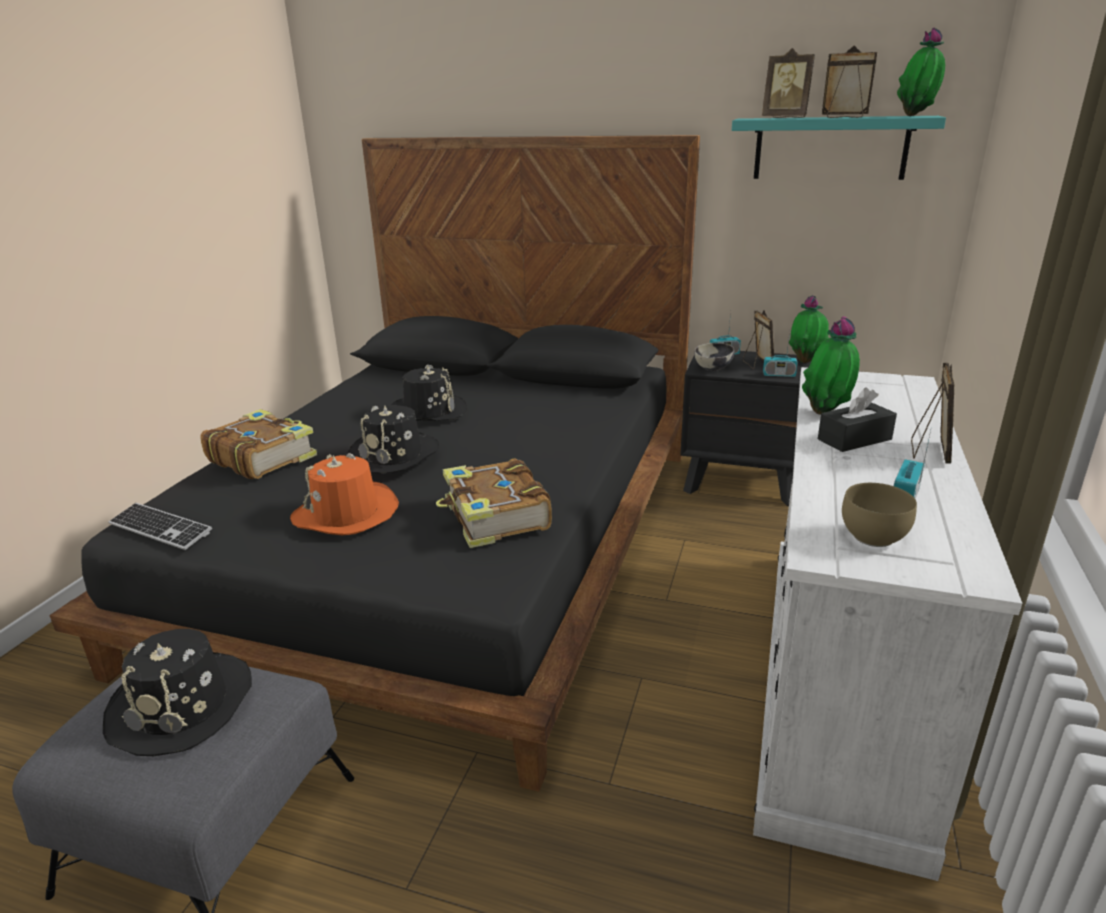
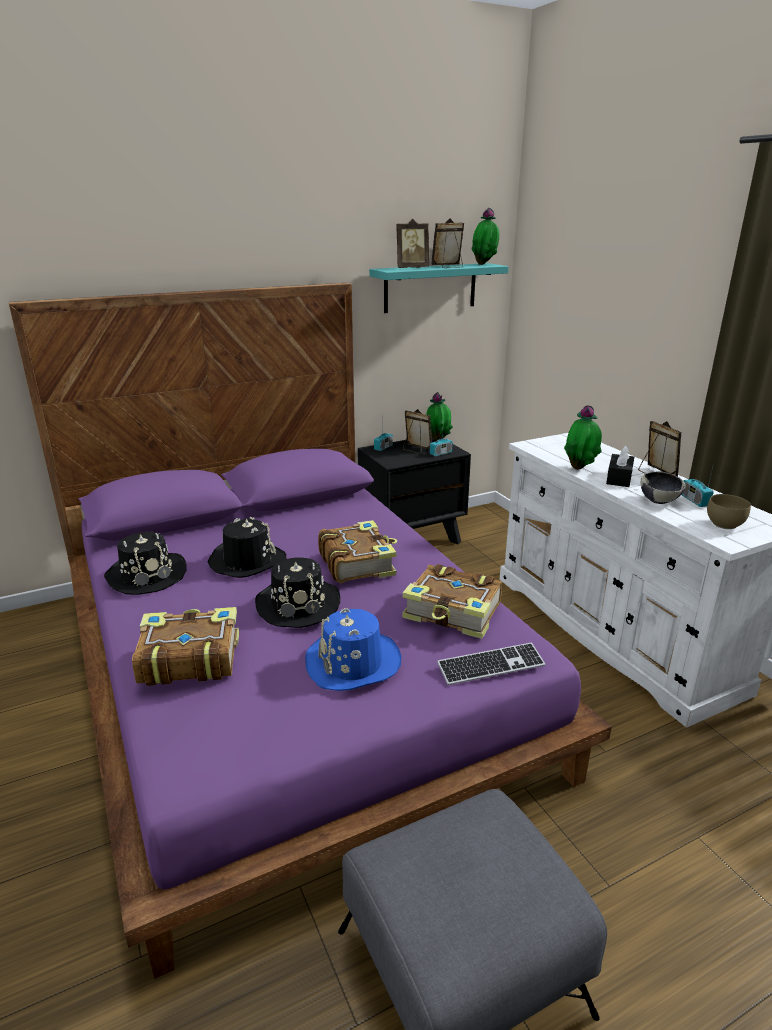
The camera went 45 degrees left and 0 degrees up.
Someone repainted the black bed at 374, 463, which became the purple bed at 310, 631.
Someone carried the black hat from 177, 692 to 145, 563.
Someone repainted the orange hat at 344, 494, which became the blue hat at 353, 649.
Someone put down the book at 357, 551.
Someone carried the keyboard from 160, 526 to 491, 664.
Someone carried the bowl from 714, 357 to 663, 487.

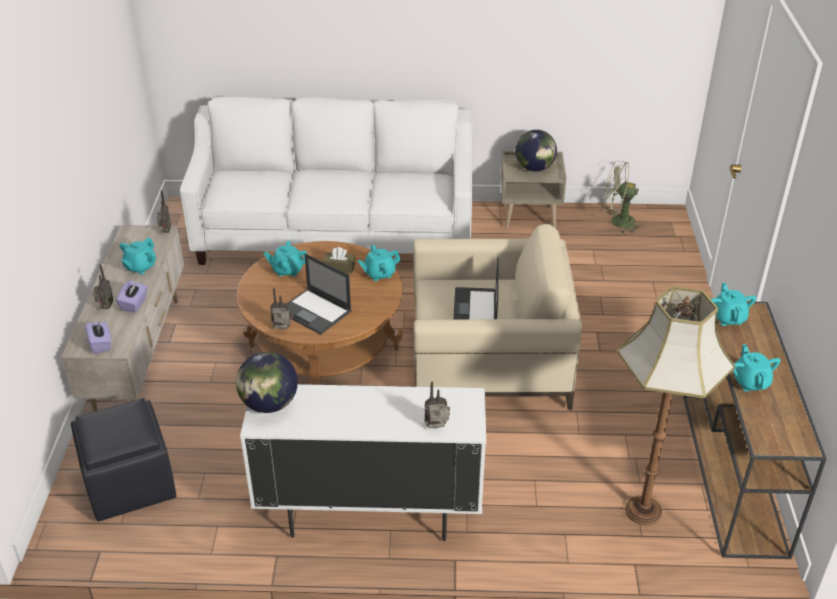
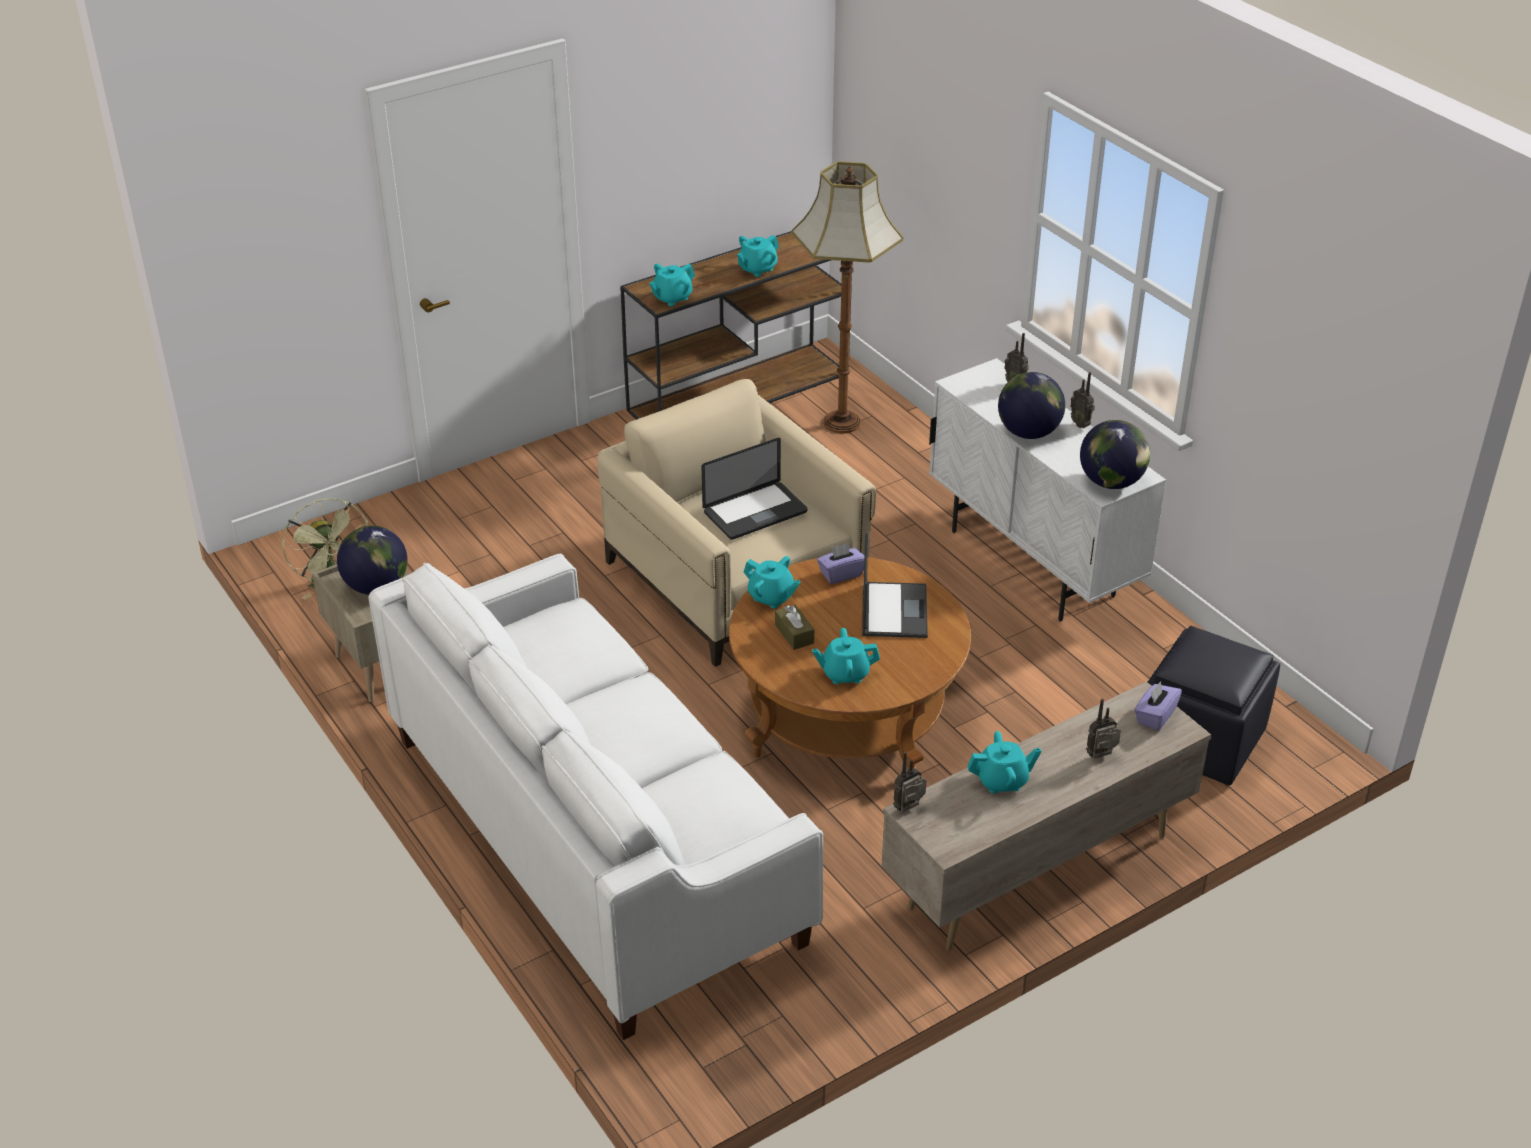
The camera went 125 degrees left and 0 degrees up.
Someone rotated the turquoise teapot at 285, 258 by 120 degrees clockwise.
Someone carried the purple tissue box from 132, 296 to 841, 563.
Someone put down the globe at 1031, 405.
Someone carried the radio from 281, 309 to 1082, 400.

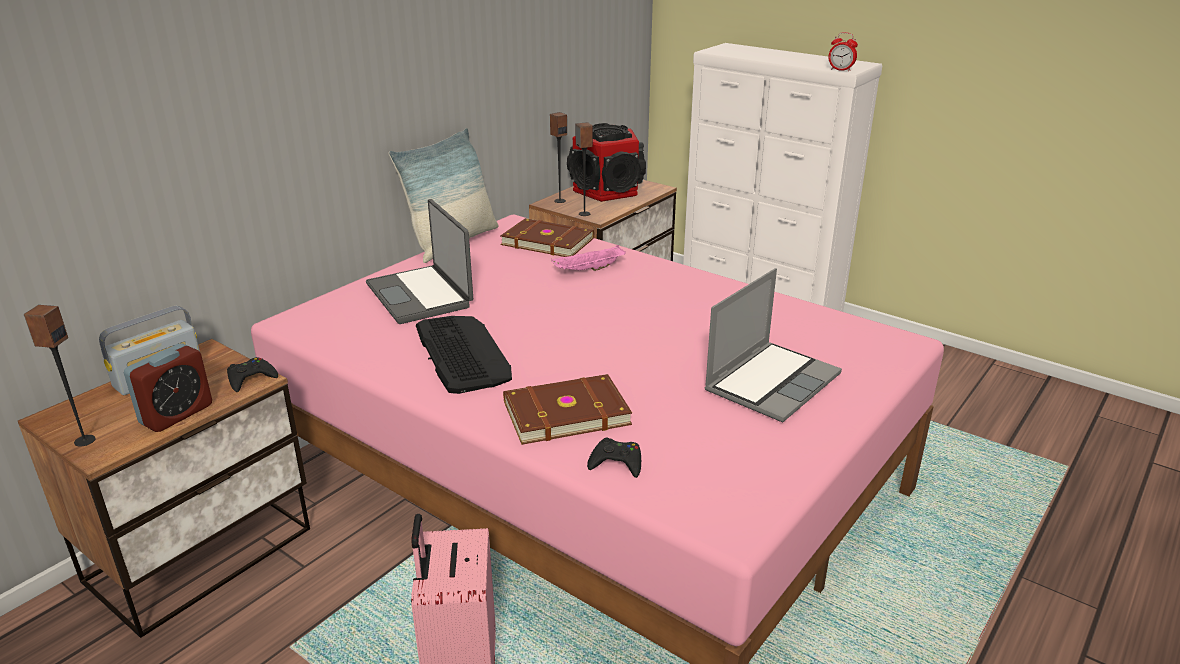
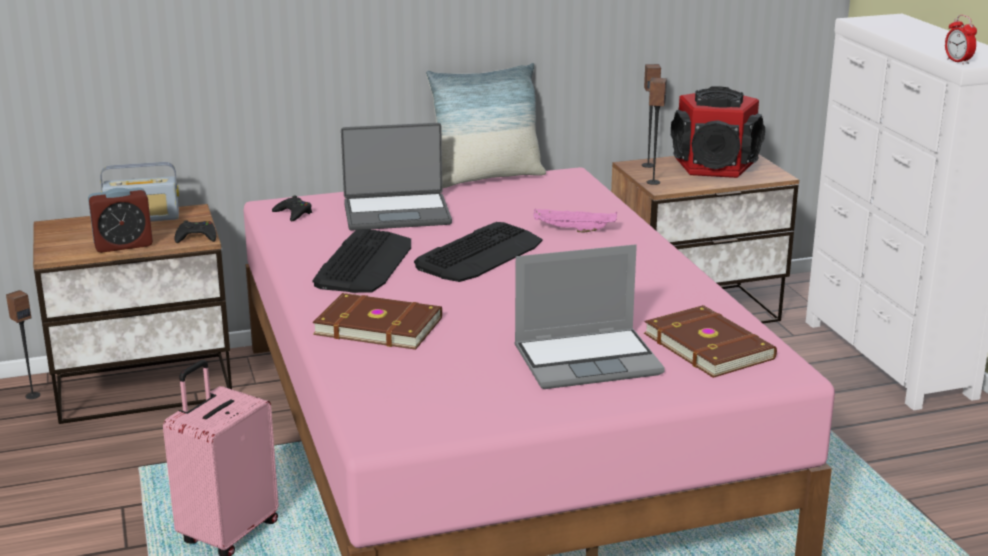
The camera went 35 degrees right and 5 degrees down.
Someone carried the speaker from 60, 376 to 23, 344.
Someone carried the black game controller from 614, 457 to 292, 208.
Someone rotated the laptop at 419, 261 by 105 degrees counterclockwise.
Someone put down the keyboard at 478, 252.
Someone carried the brown book from 547, 237 to 710, 341.

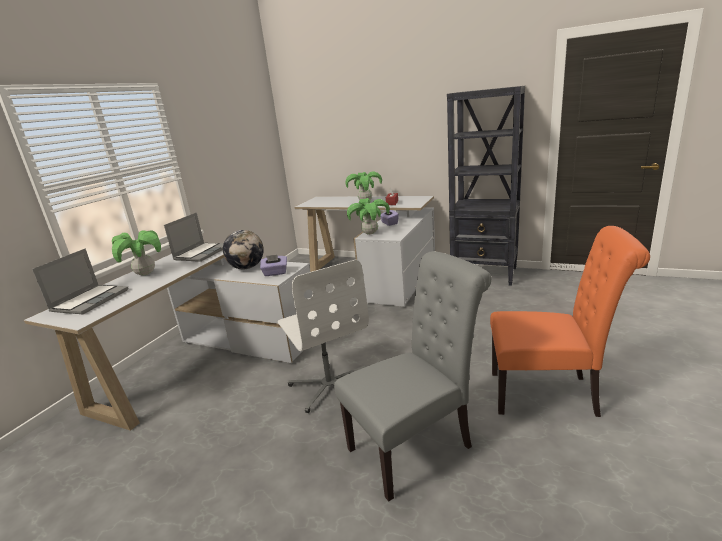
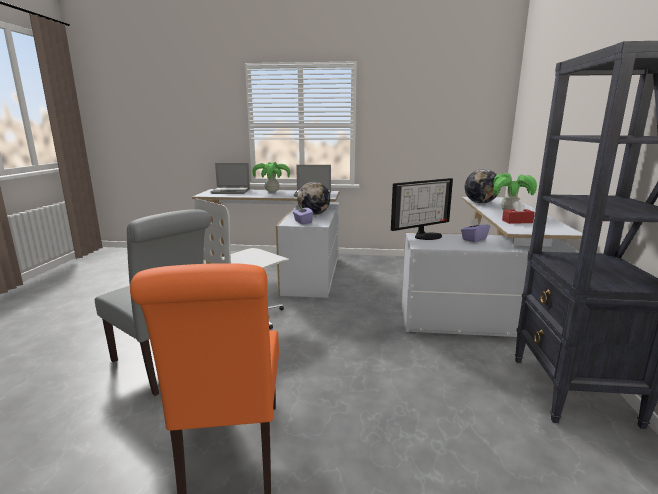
The camera went 70 degrees right and 5 degrees down.
Someone swapped the potted plant at 368, 216 for the monitor at 422, 209.
Someone put down the globe at 482, 186.

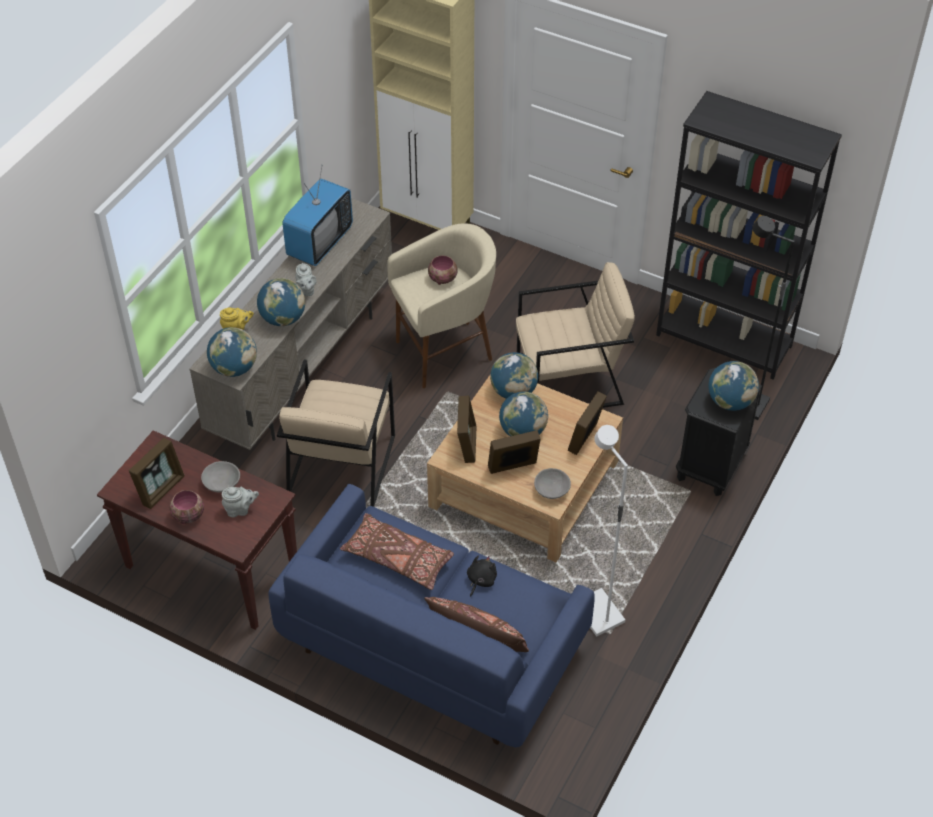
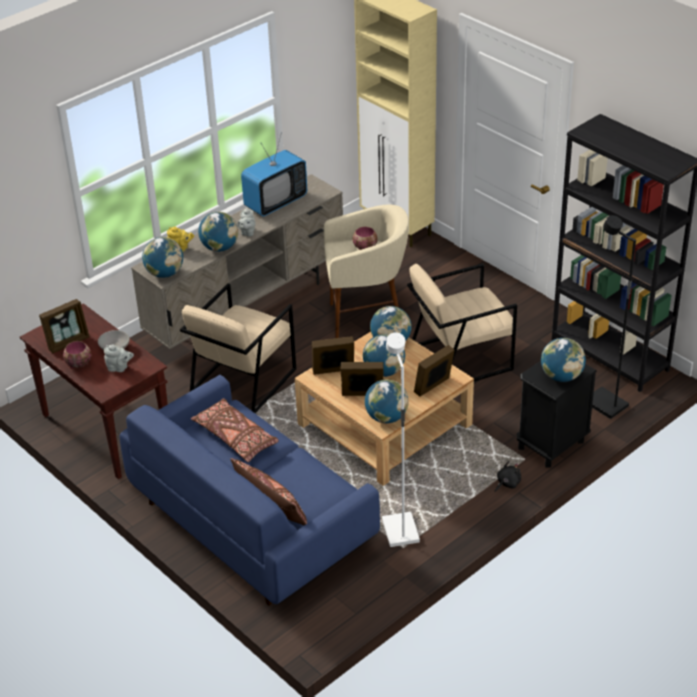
The camera went 20 degrees right and 10 degrees down.
Someone rotated the picture frame at 467, 429 by 120 degrees counterclockwise.
Someone swapped the grey bowl at 552, 483 for the globe at 387, 401.
Someone rotated the beige armchair at 575, 335 by 150 degrees clockwise.
Someone carried the black plush toy from 482, 576 to 507, 476.

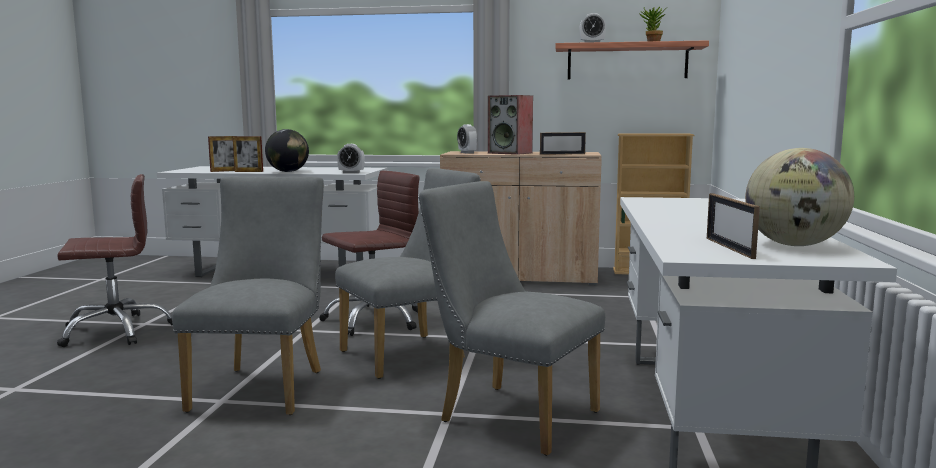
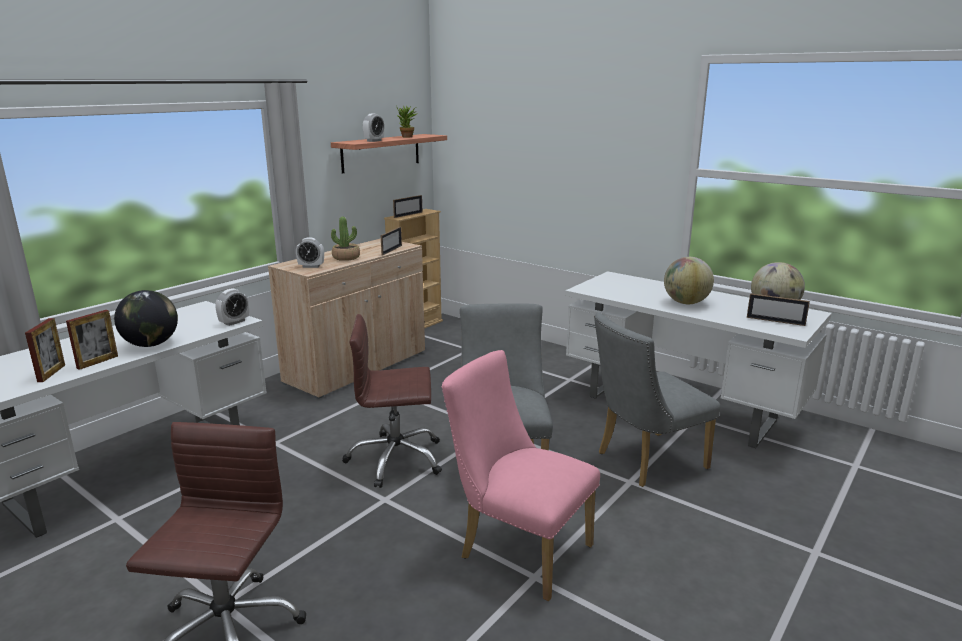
The camera went 60 degrees left and 10 degrees up.
Someone swapped the speaker at 510, 125 for the potted plant at 345, 239.
Someone rotated the brown office chair at 369, 253 by 90 degrees counterclockwise.
Someone put down the picture frame at 408, 206.
Someone repainted the grey chair at 248, 295, which became the pink chair at 521, 475.
Someone put down the globe at 689, 280.

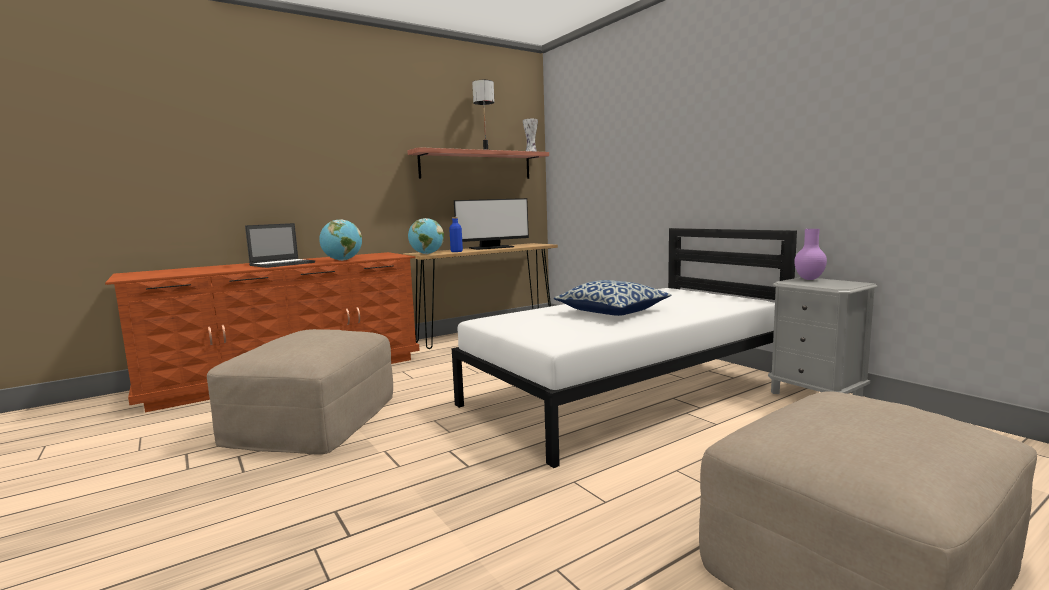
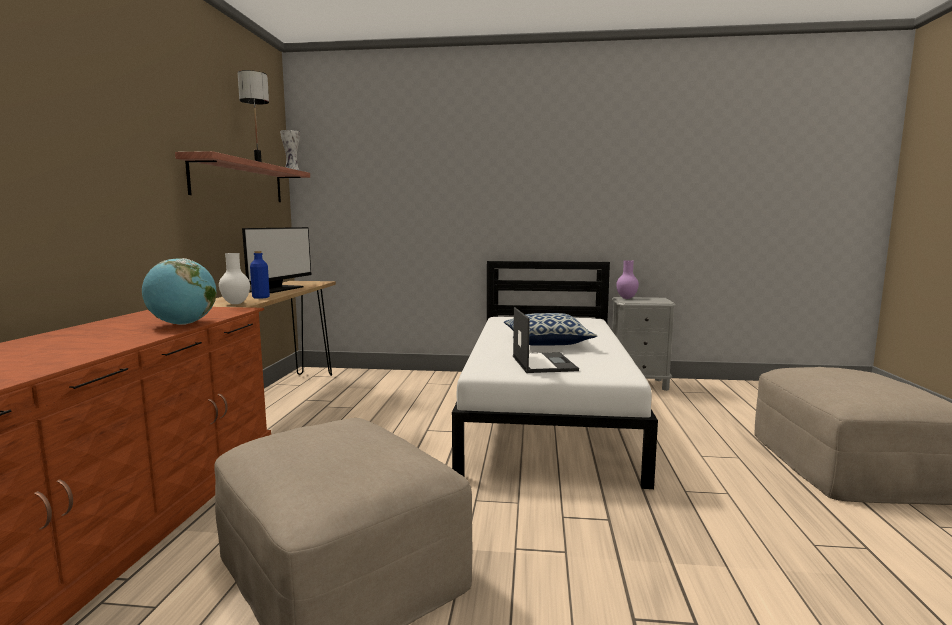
The camera went 50 degrees left and 0 degrees up.
Someone swapped the globe at 426, 236 for the white vase at 234, 278.
Someone carried the laptop from 280, 245 to 546, 340.

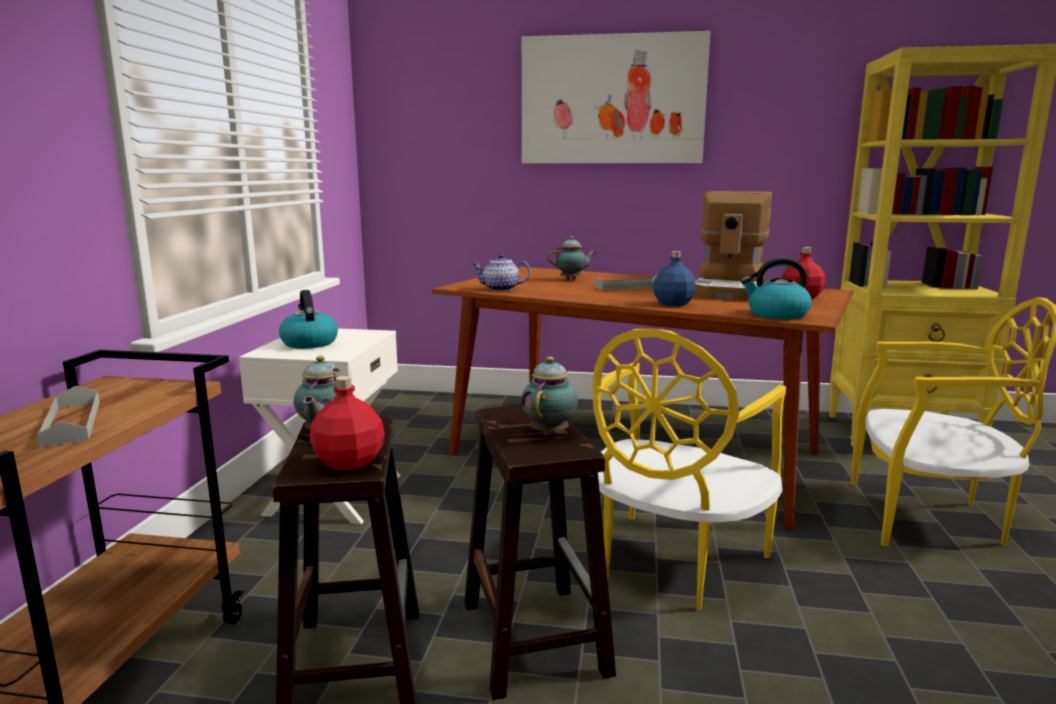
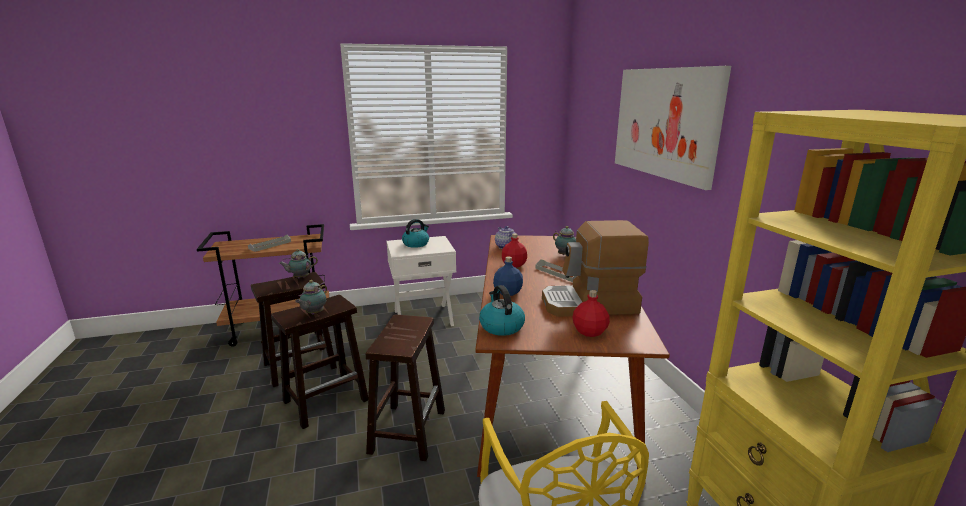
The camera went 65 degrees right and 5 degrees up.
Someone rotated the teapot at 549, 396 by 120 degrees clockwise.
Someone swapped the yellow chair at 689, 469 for the brown stool at 405, 388.
Someone carried the red bottle from 347, 423 to 514, 250.

